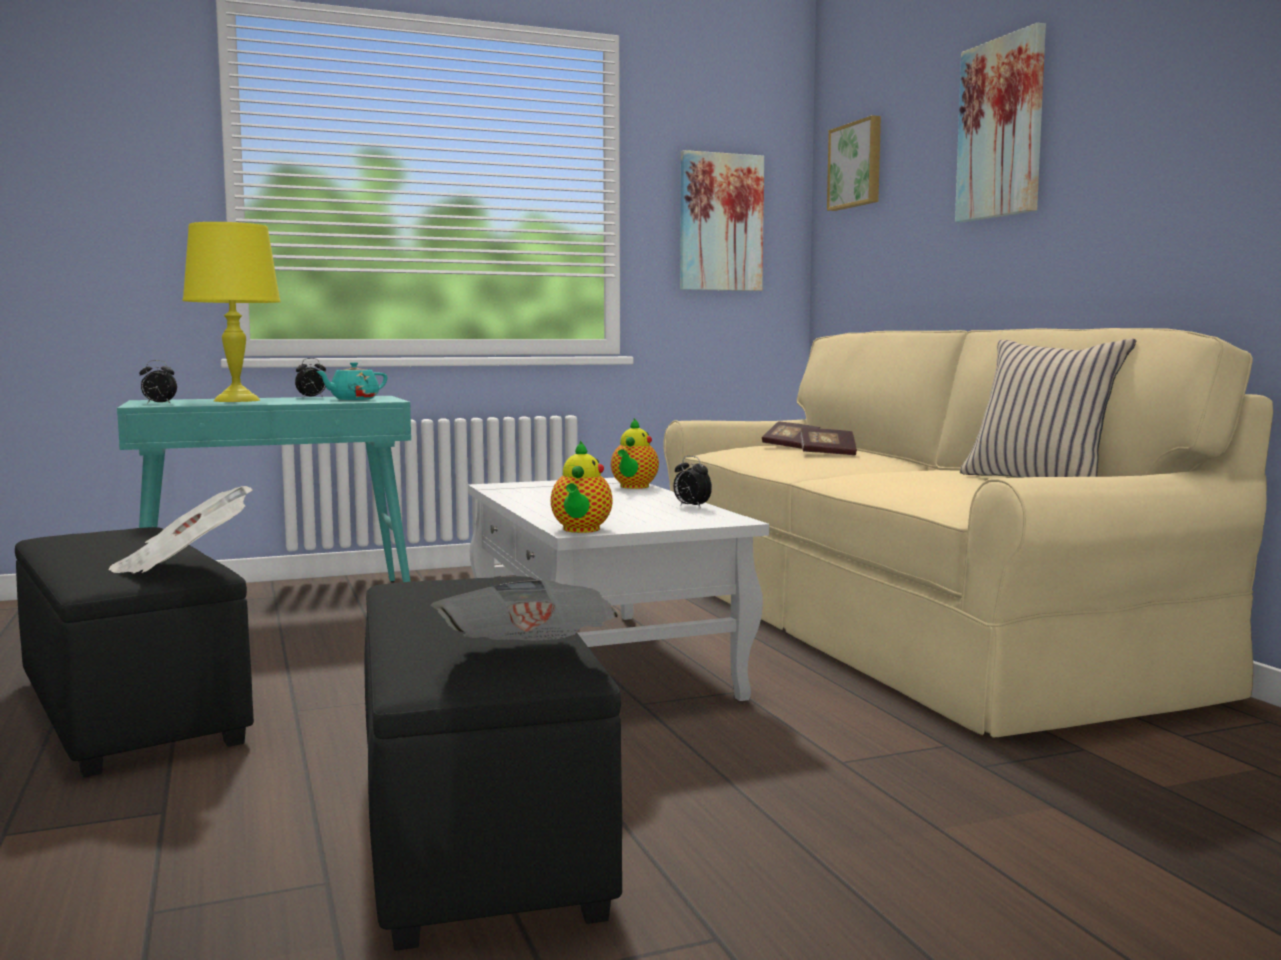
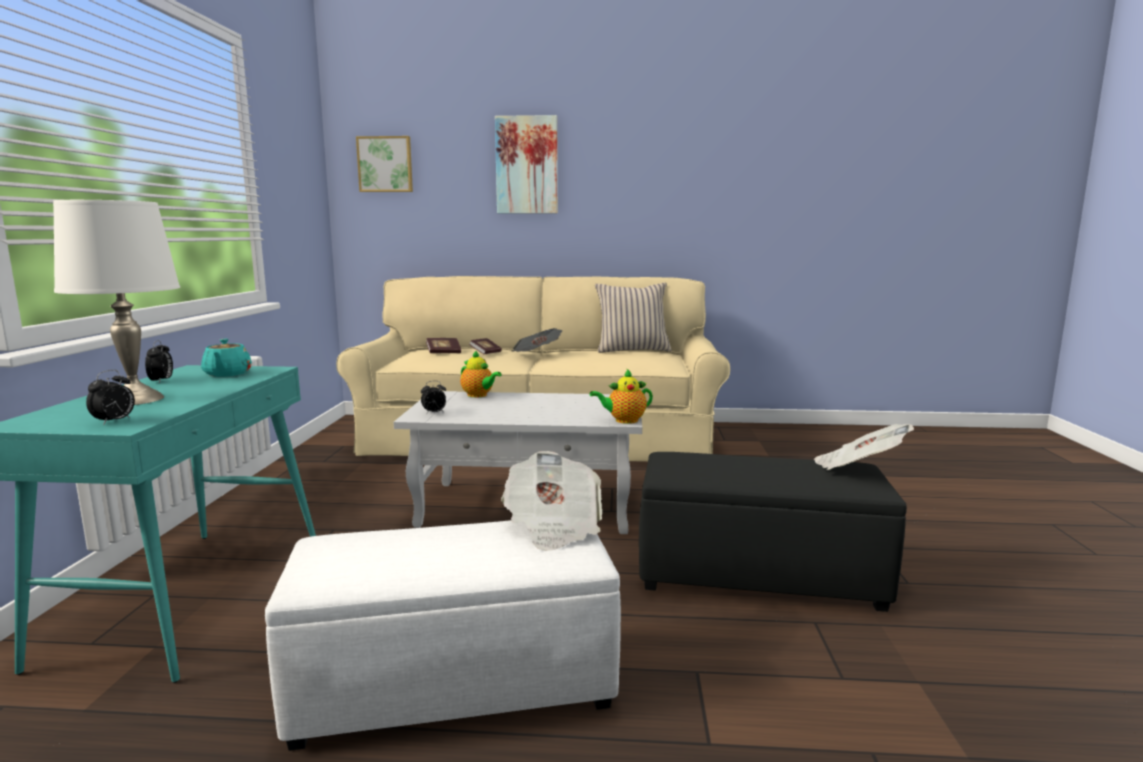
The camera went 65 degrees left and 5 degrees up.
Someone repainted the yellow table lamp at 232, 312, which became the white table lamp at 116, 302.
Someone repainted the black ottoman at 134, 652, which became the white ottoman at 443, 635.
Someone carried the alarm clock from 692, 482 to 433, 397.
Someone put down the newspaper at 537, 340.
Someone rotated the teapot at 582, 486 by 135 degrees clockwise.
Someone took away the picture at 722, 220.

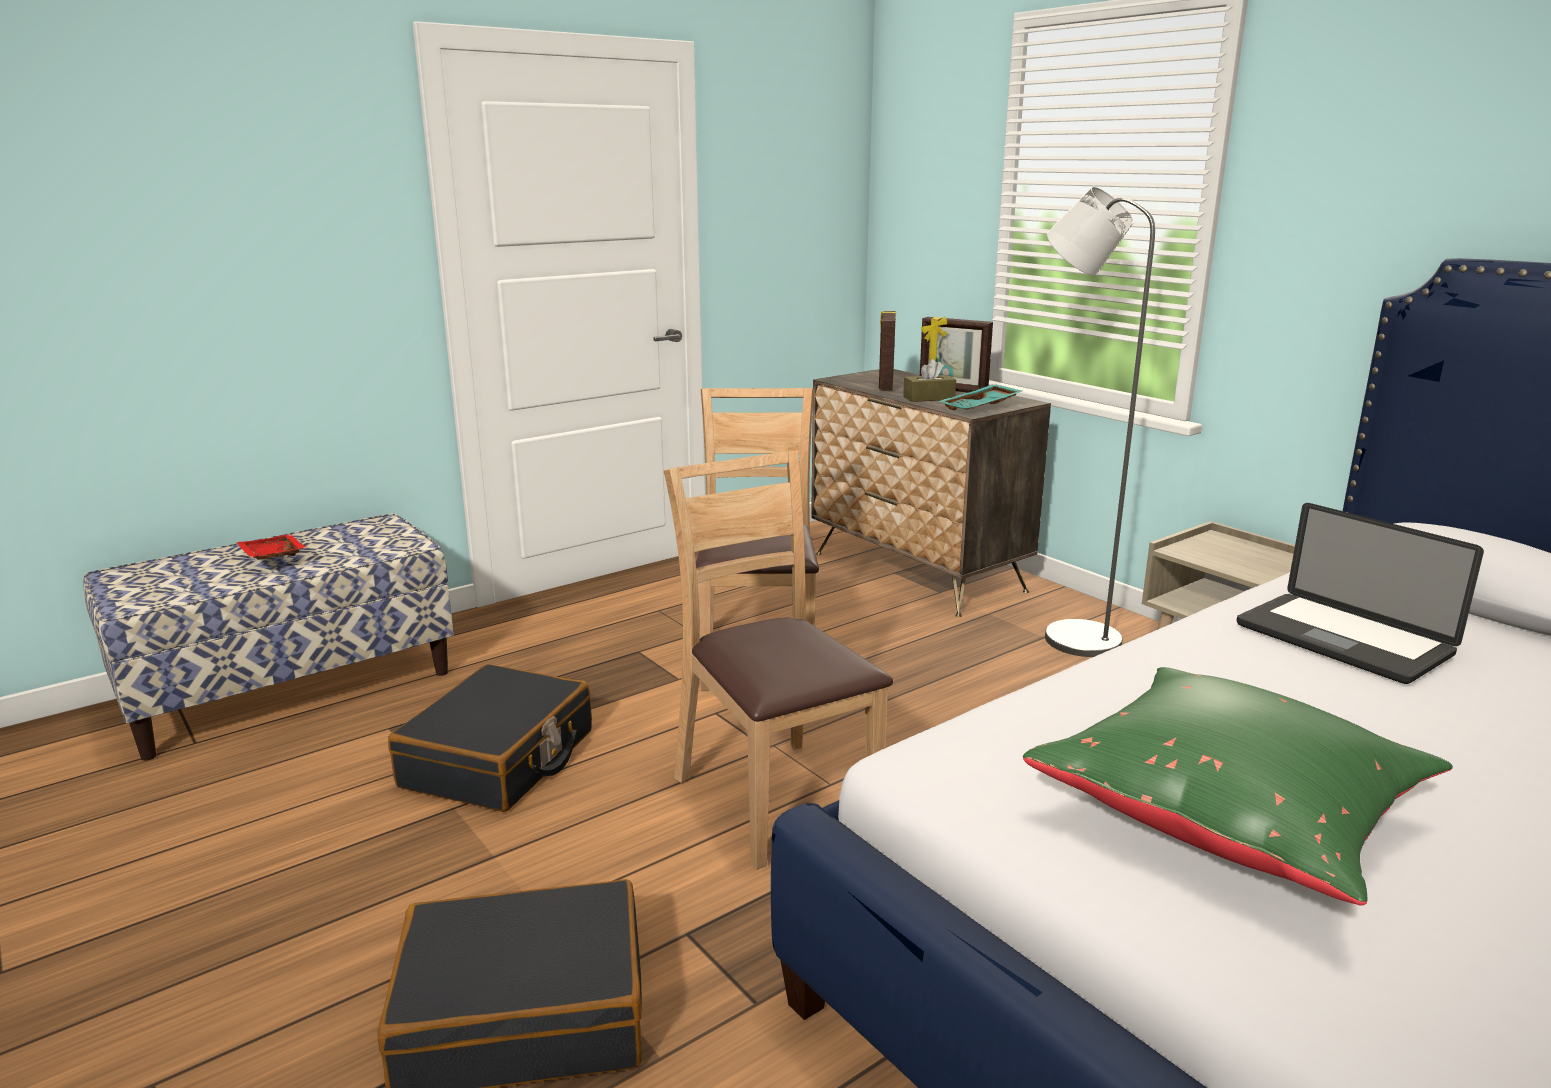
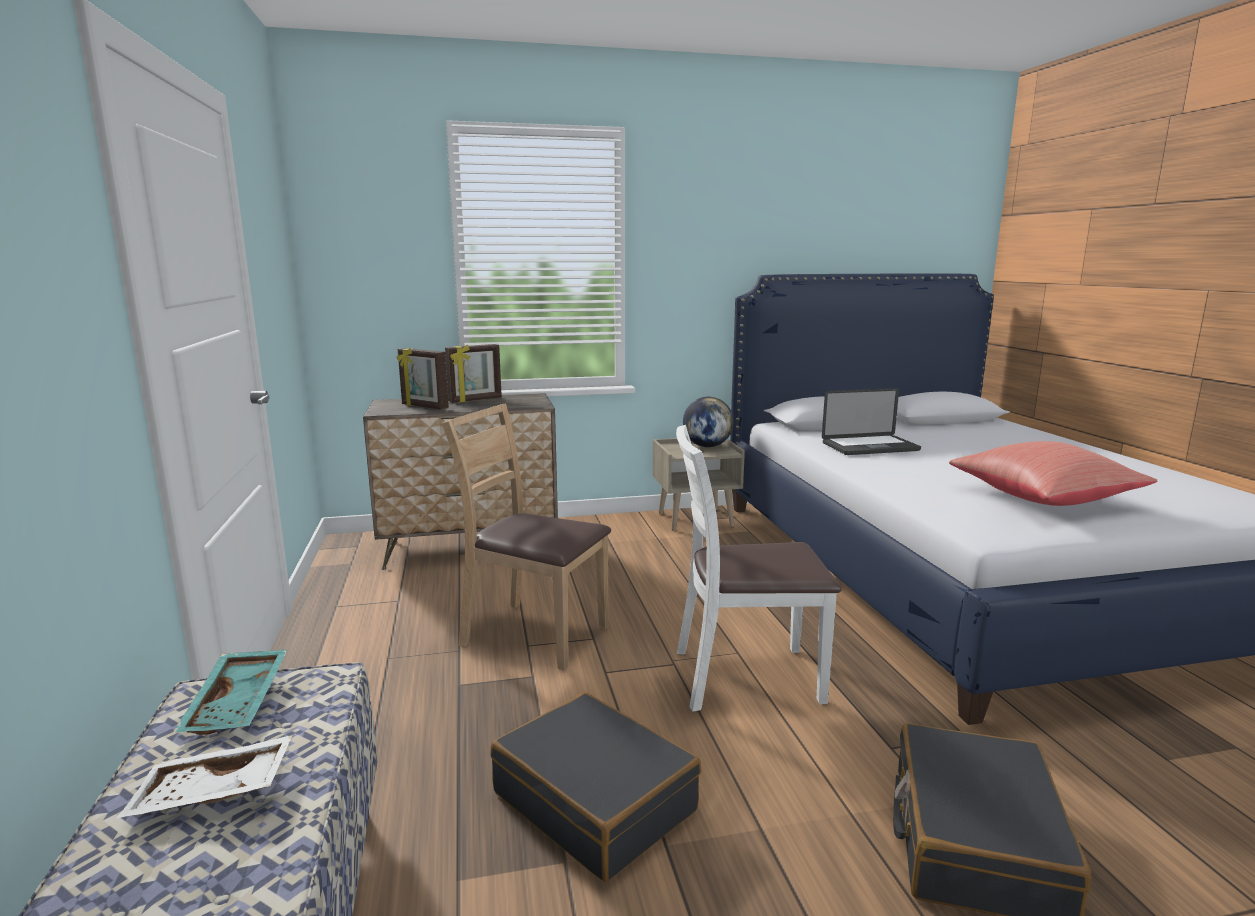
The camera went 65 degrees left and 5 degrees down.
Someone repainted the red tray at 272, 547, which became the white tray at 205, 776.
Someone carried the turquoise tray from 980, 397 to 230, 692.
Someone repainted the brown chair at 778, 660, which became the white chair at 759, 568.
Someone put down the globe at 708, 422.
Someone repainted the green pillow at 1238, 786, which became the red pillow at 1053, 473.
Someone took away the brown tissue box at 929, 380.
Someone took away the grey floor lamp at 1100, 422.

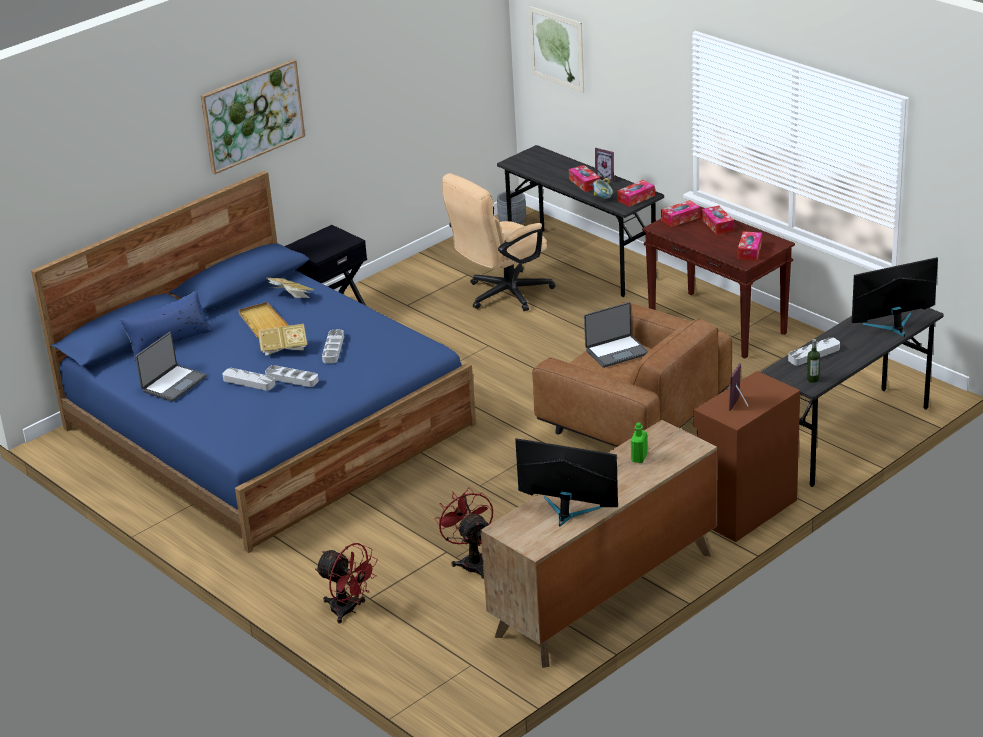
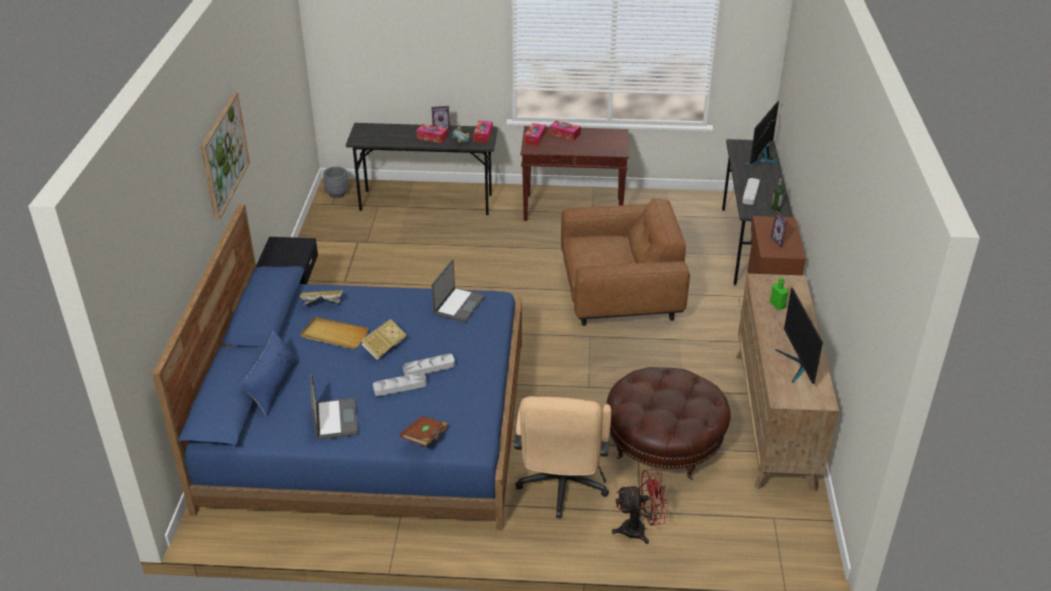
The camera went 45 degrees left and 5 degrees up.
Someone put down the brown book at 424, 431.
Someone carried the laptop from 616, 335 to 458, 291.
Someone carried the beige office chair from 498, 242 to 562, 457.
Someone swapped the red fan at 464, 533 for the brown ottoman at 669, 423.
Someone rotated the monitor at 566, 482 by 75 degrees counterclockwise.
Someone took away the grey tray at 333, 346.
Someone took away the picture at 556, 49.
Someone took away the tissue box at 750, 246.

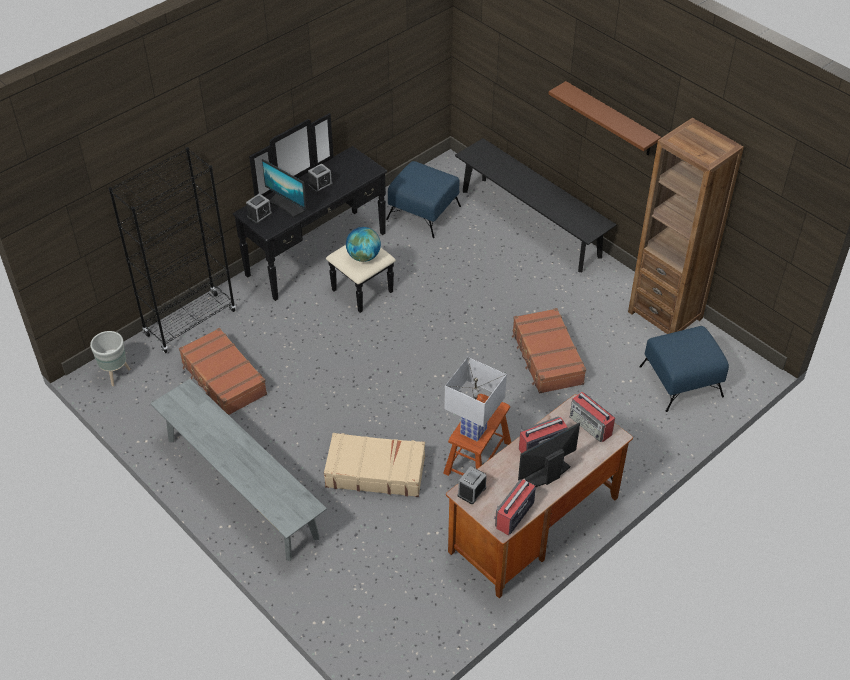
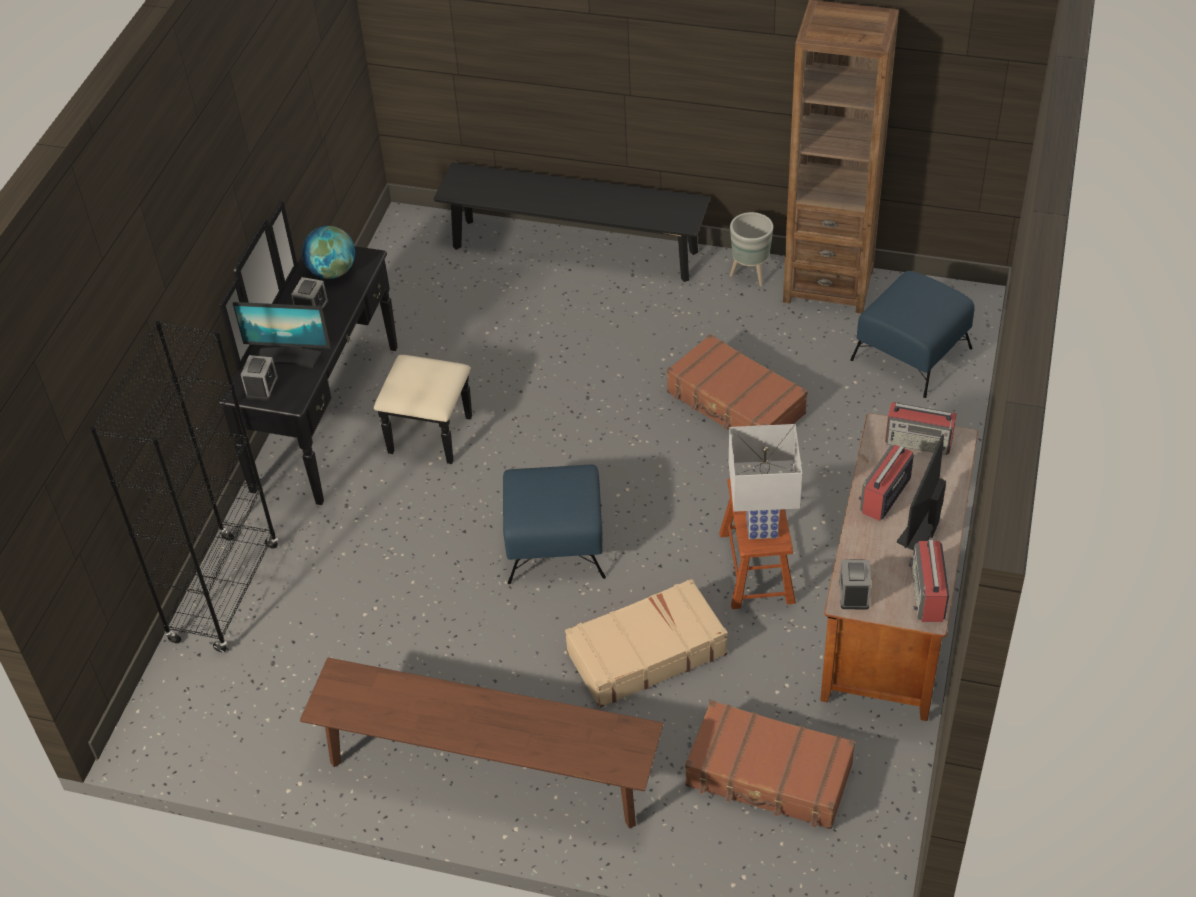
The camera went 30 degrees left and 0 degrees up.
Someone repainted the grey bench at 238, 470, which became the brown bench at 482, 743.
Someone carried the globe from 363, 244 to 328, 252.
Someone carried the blue ottoman from 423, 199 to 554, 524.
Someone carried the brown suitcase from 223, 371 to 770, 764.
Someone carried the grey planter from 110, 358 to 751, 249.
Someone took away the brown shelf at 605, 118.

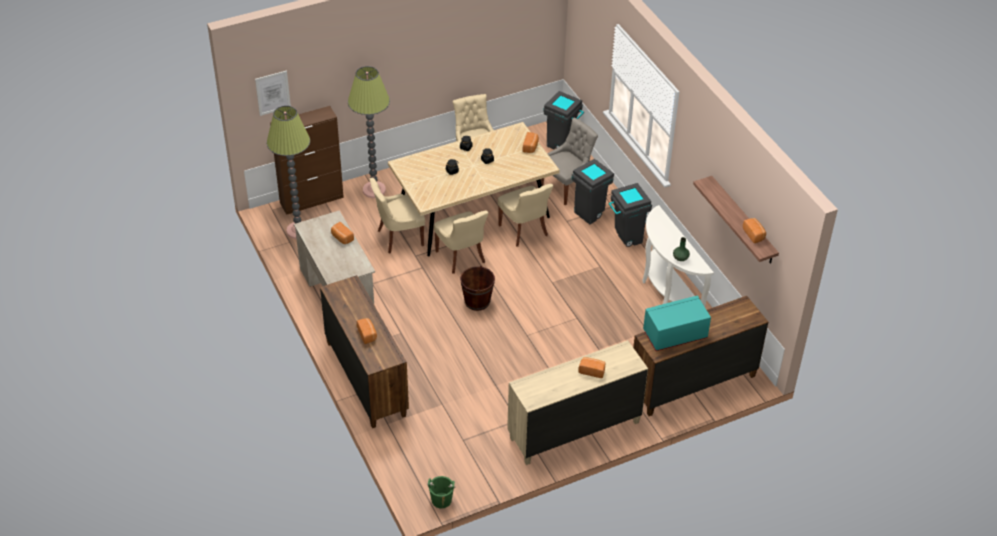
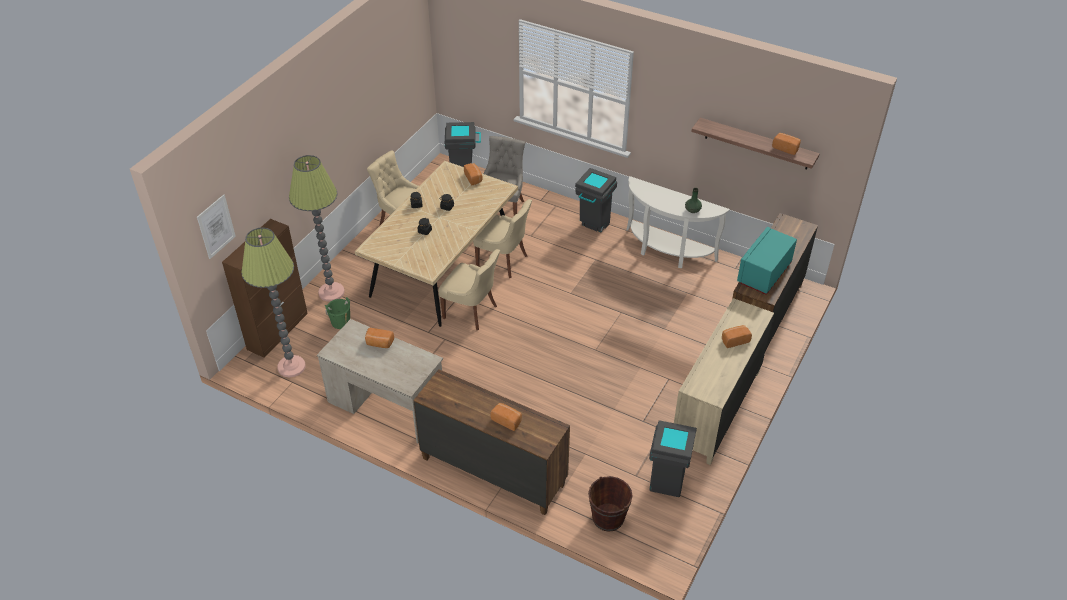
The camera went 35 degrees left and 0 degrees up.
Someone carried the green bucket from 441, 492 to 337, 313.
Someone carried the brown bucket from 477, 288 to 610, 504.
Someone carried the grey trash can from 593, 191 to 673, 458.
Someone took away the beige chair at 397, 215.

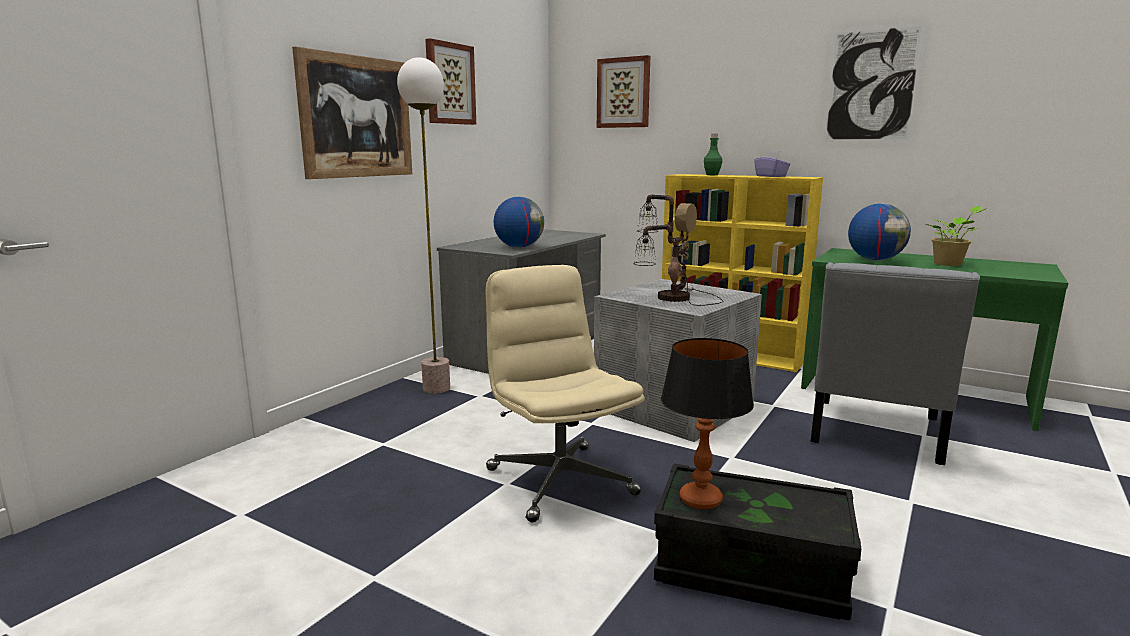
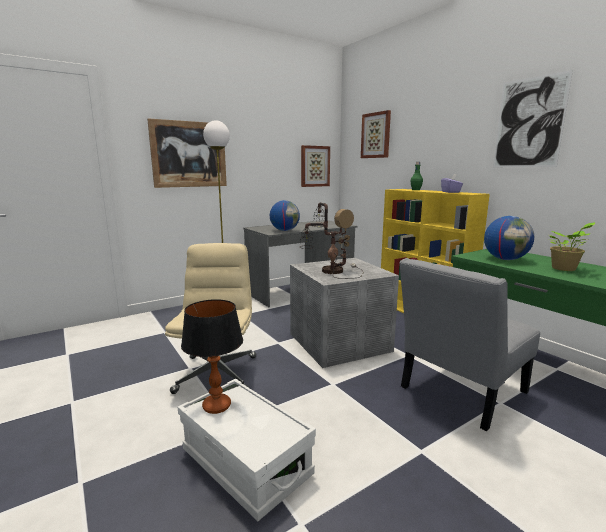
The camera went 25 degrees right and 0 degrees up.
Someone repainted the black storage box at 757, 542, which became the white storage box at 247, 450.
Someone carried the picture from 450, 81 to 315, 166.

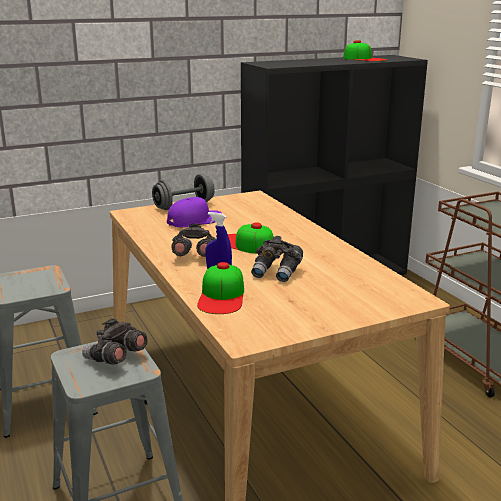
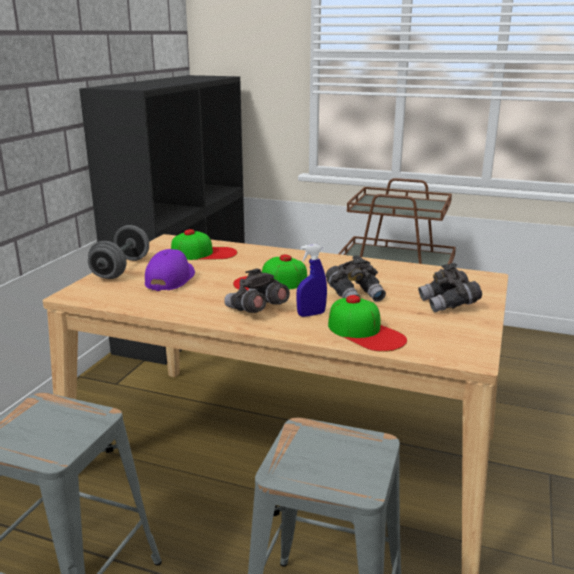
The camera went 45 degrees left and 0 degrees up.
Someone carried the cap from 365, 50 to 204, 244.
Someone carried the grey binoculars from 115, 341 to 450, 287.

